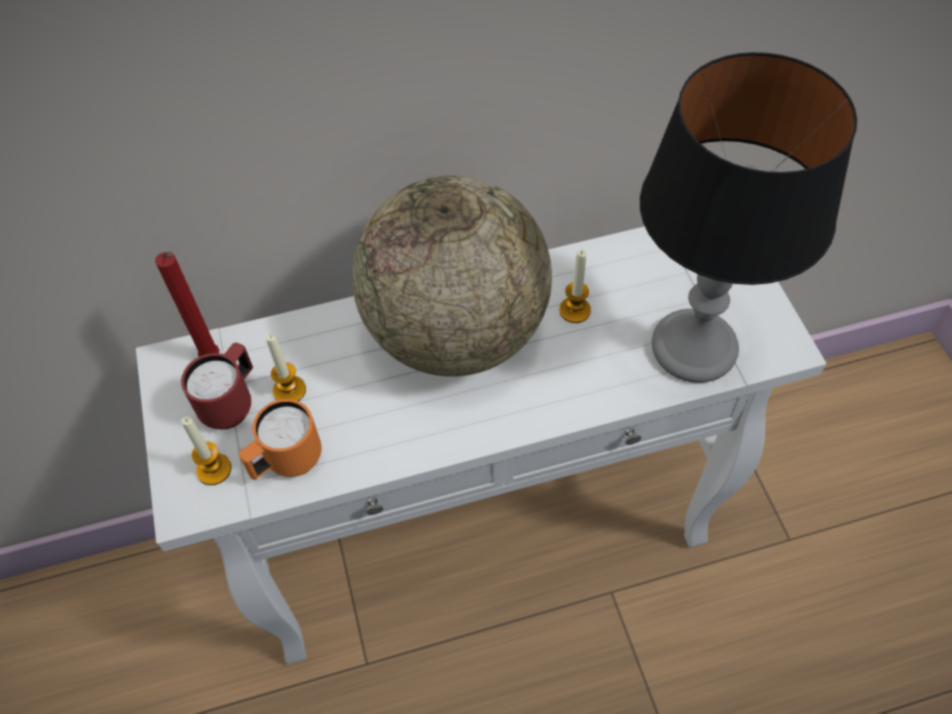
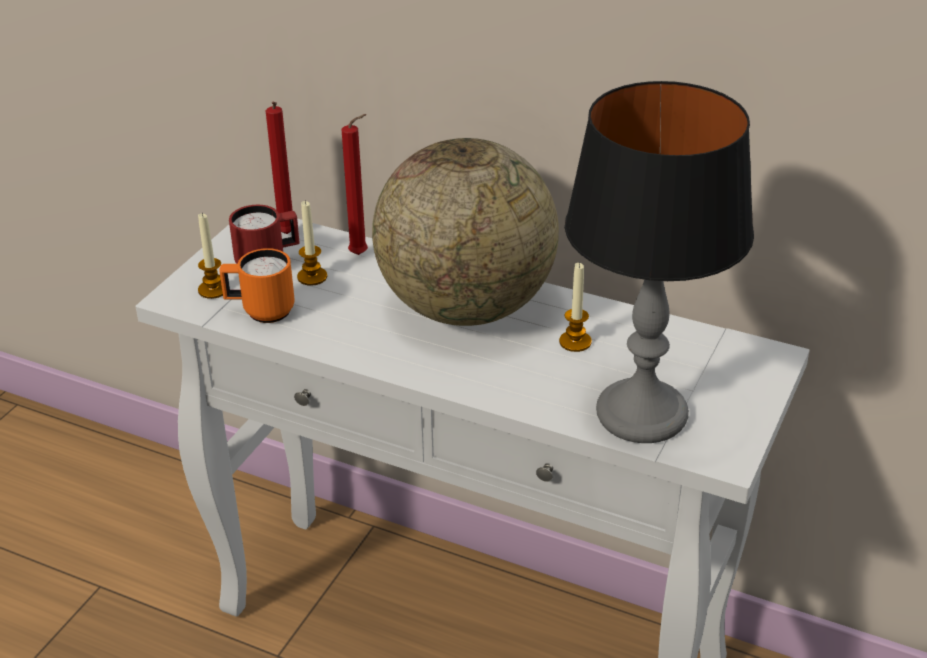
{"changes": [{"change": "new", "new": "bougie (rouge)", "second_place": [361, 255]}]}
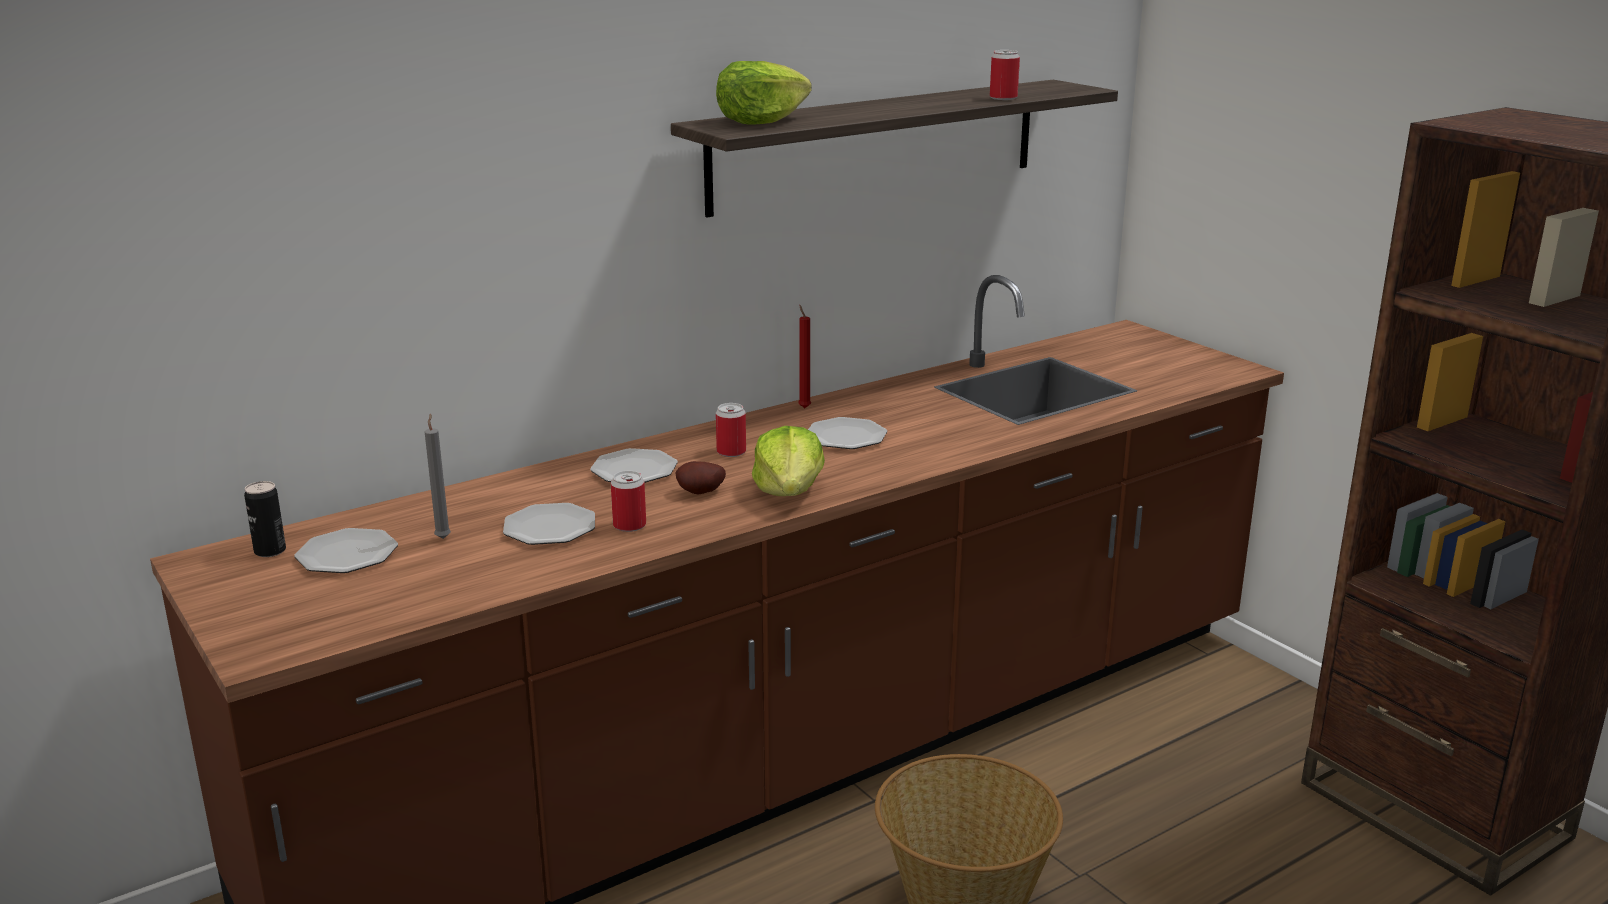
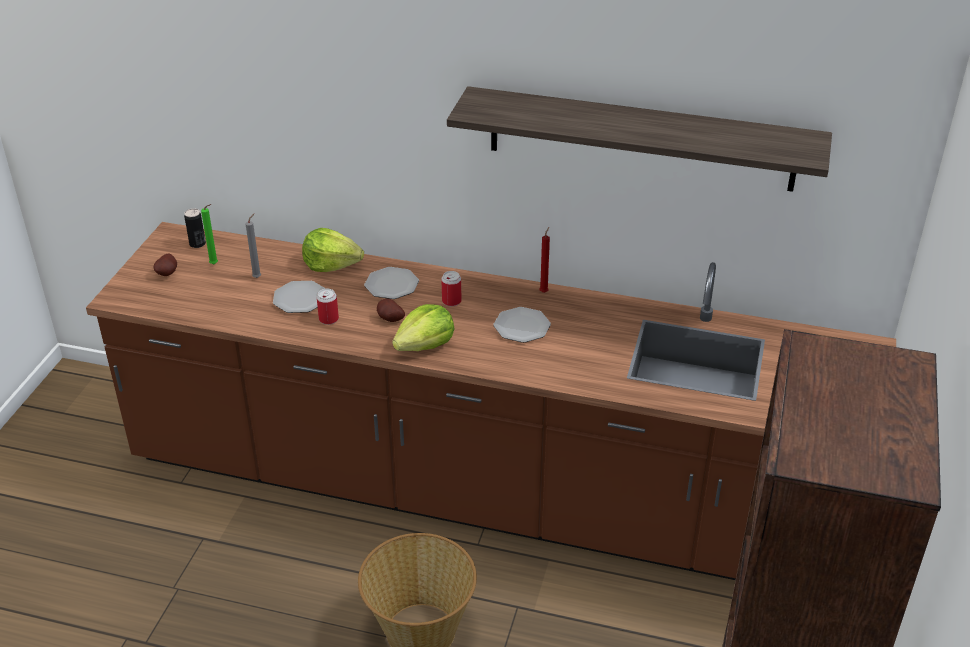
{"changes": [{"change": "new", "new": "pomme de terre", "second_place": [168, 273]}, {"change": "swapped", "old": "assiette", "new": "bougie (vert)", "first_place": [348, 555], "second_place": [215, 264]}, {"change": "shifted", "old": "laitue", "first_place": [760, 121], "second_place": [331, 264]}, {"change": "gone", "old": "boîte métallique", "first_place": [1003, 98]}]}
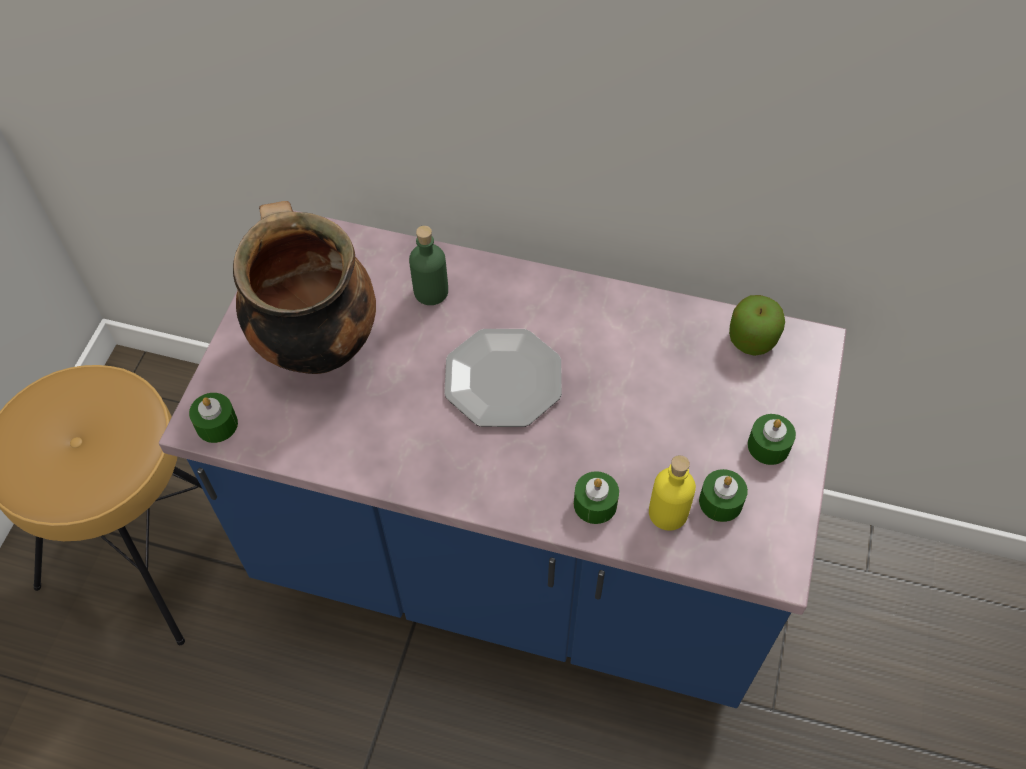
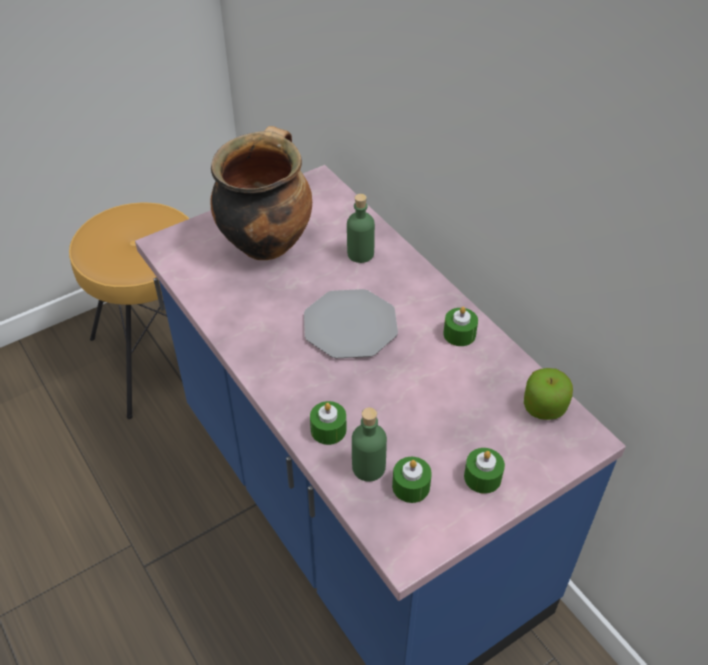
{"changes": [{"change": "repainted", "old": "bouteille (jaune)", "new": "bouteille (vert)", "first_place": [668, 513], "second_place": [368, 467]}, {"change": "shifted", "old": "bougie (vert)", "first_place": [217, 424], "second_place": [459, 334]}]}
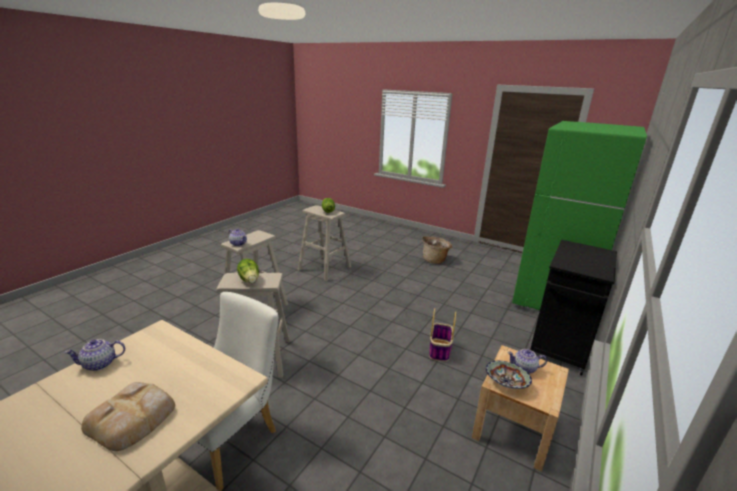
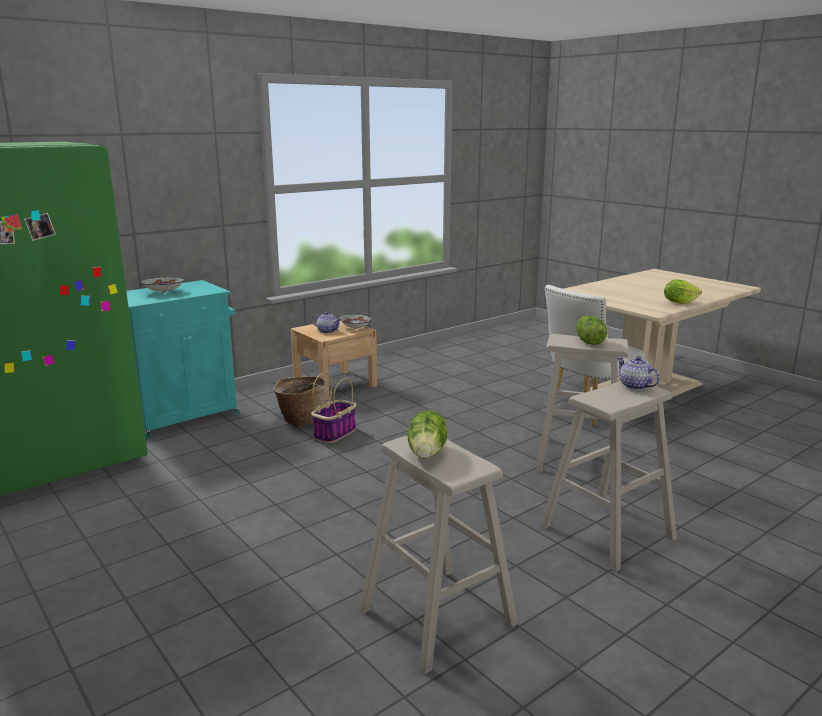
{"changes": [{"change": "repainted", "old": "meuble de rangement (noir)", "new": "meuble de rangement (turquoise)", "first_place": [559, 347], "second_place": [184, 416]}, {"change": "new", "new": "bol", "second_place": [164, 292]}, {"change": "shifted", "old": "panier", "first_place": [435, 260], "second_place": [301, 420]}, {"change": "swapped", "old": "théière", "new": "laitue", "first_place": [100, 364], "second_place": [679, 302]}, {"change": "gone", "old": "pain", "first_place": [133, 418]}]}
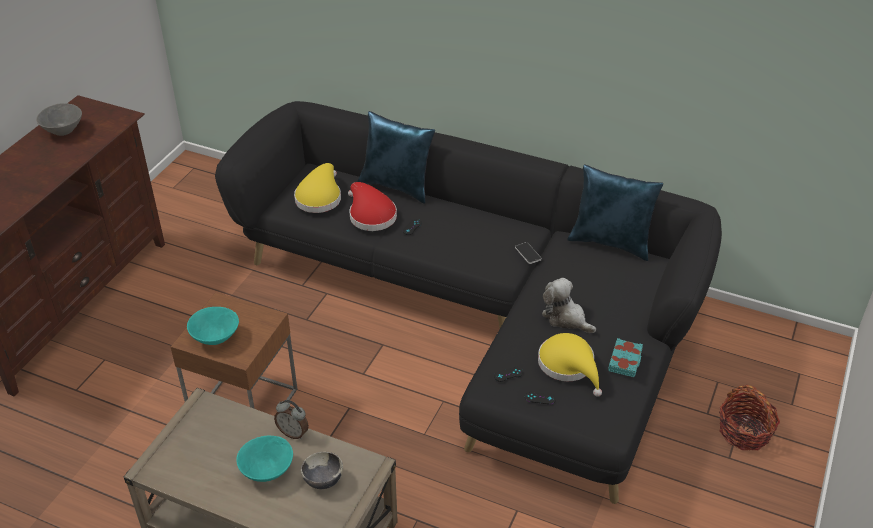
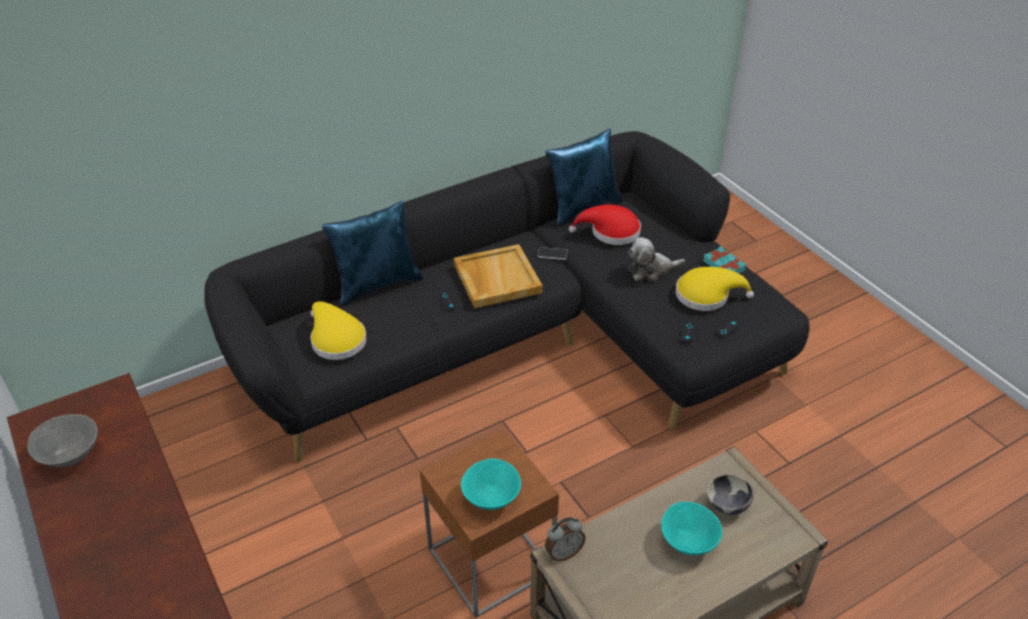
{"changes": [{"change": "new", "new": "plateau (beige)", "second_place": [496, 278]}, {"change": "shifted", "old": "réveil", "first_place": [293, 432], "second_place": [563, 552]}, {"change": "shifted", "old": "chapeau (rouge)", "first_place": [370, 215], "second_place": [611, 232]}, {"change": "gone", "old": "panier", "first_place": [744, 432]}]}
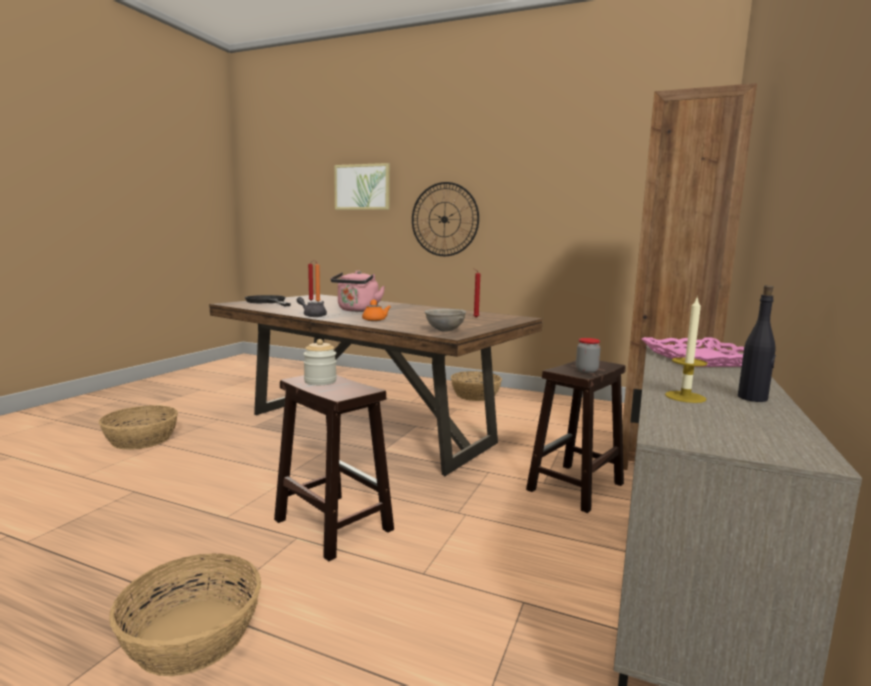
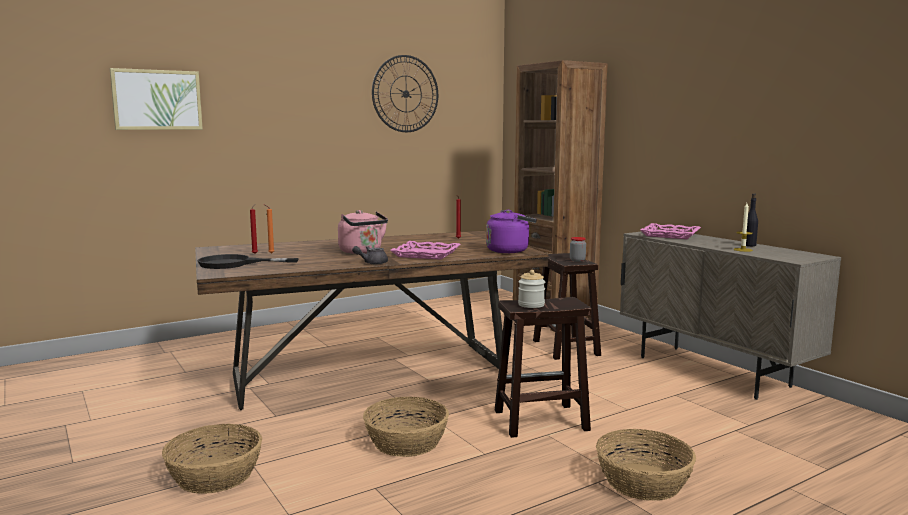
{"changes": [{"change": "shifted", "old": "panier", "first_place": [475, 395], "second_place": [406, 442]}, {"change": "shifted", "old": "horloge murale", "first_place": [444, 219], "second_place": [405, 94]}, {"change": "swapped", "old": "théière (orange)", "new": "plateau (rose)", "first_place": [374, 319], "second_place": [425, 254]}, {"change": "swapped", "old": "bol (gris)", "new": "bouilloire (violet)", "first_place": [444, 331], "second_place": [510, 250]}]}
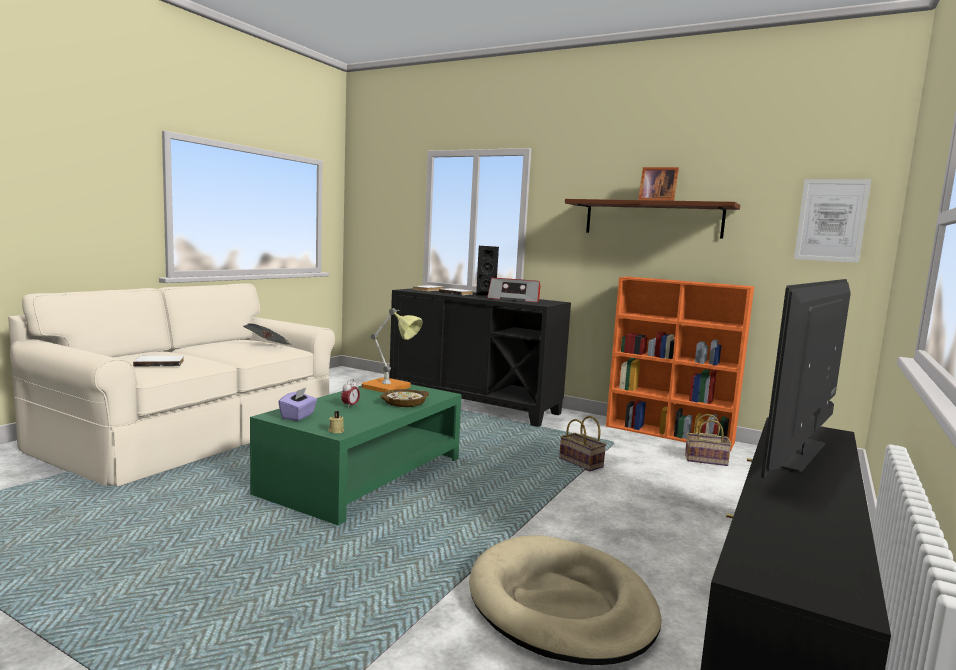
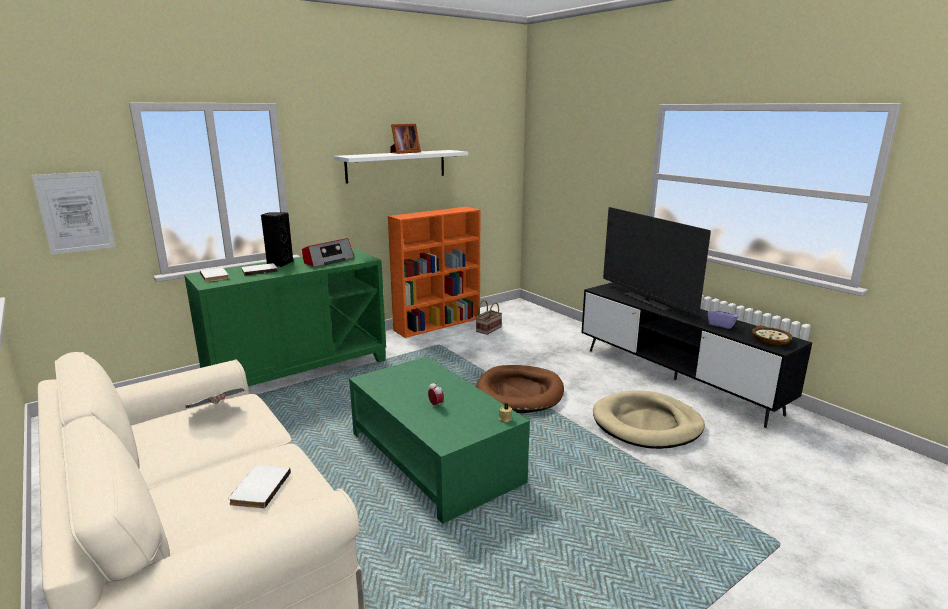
{"changes": [{"change": "shifted", "old": "tableau", "first_place": [831, 220], "second_place": [75, 212]}, {"change": "repainted", "old": "meuble de rangement (noir)", "new": "meuble de rangement (vert)", "first_place": [474, 404], "second_place": [298, 372]}, {"change": "repainted", "old": "étagère (marron)", "new": "étagère (blanc)", "first_place": [652, 219], "second_place": [396, 166]}, {"change": "new", "new": "panier pour chien (marron)", "second_place": [520, 392]}, {"change": "shifted", "old": "boîte à mouchoirs (violet)", "first_place": [298, 416], "second_place": [721, 325]}, {"change": "shifted", "old": "bol", "first_place": [405, 402], "second_place": [771, 340]}, {"change": "gone", "old": "lampe de table", "first_place": [391, 388]}, {"change": "gone", "old": "panier", "first_place": [582, 463]}]}
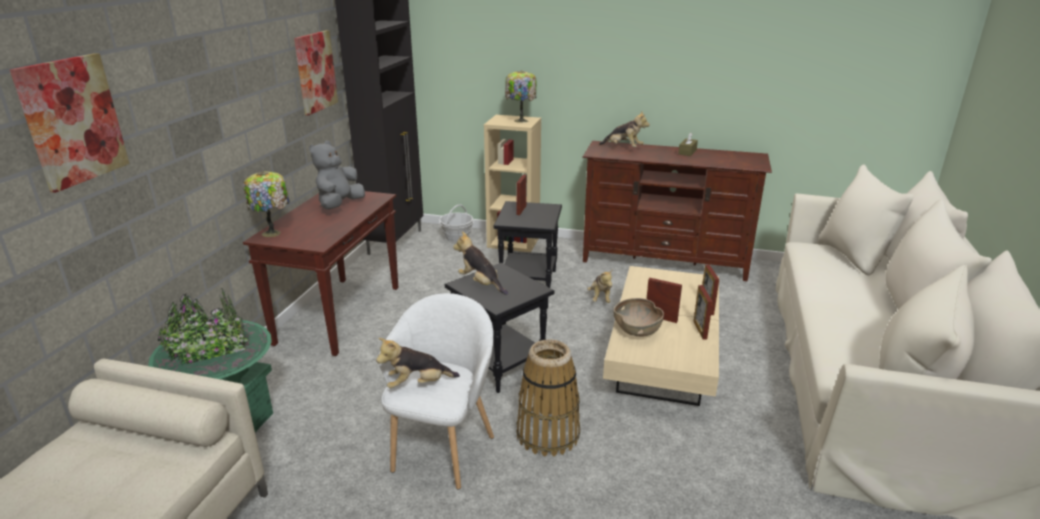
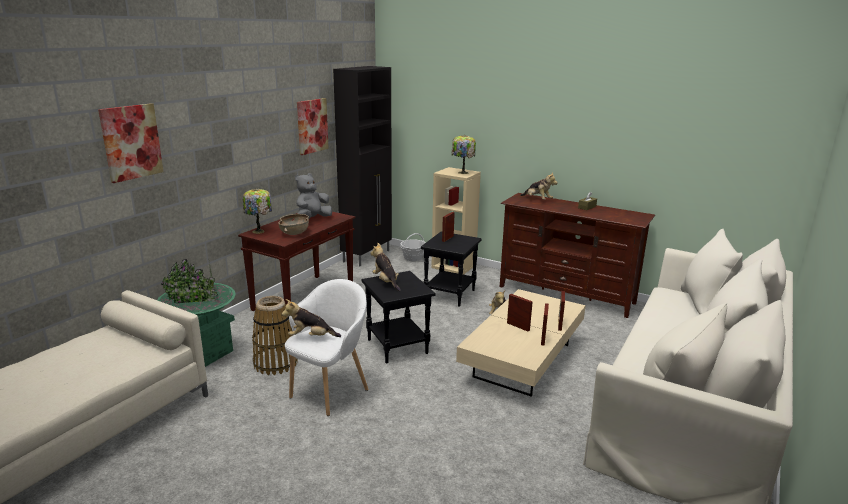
{"changes": [{"change": "shifted", "old": "panier", "first_place": [548, 434], "second_place": [276, 363]}, {"change": "shifted", "old": "bol (marron)", "first_place": [637, 330], "second_place": [295, 233]}]}
